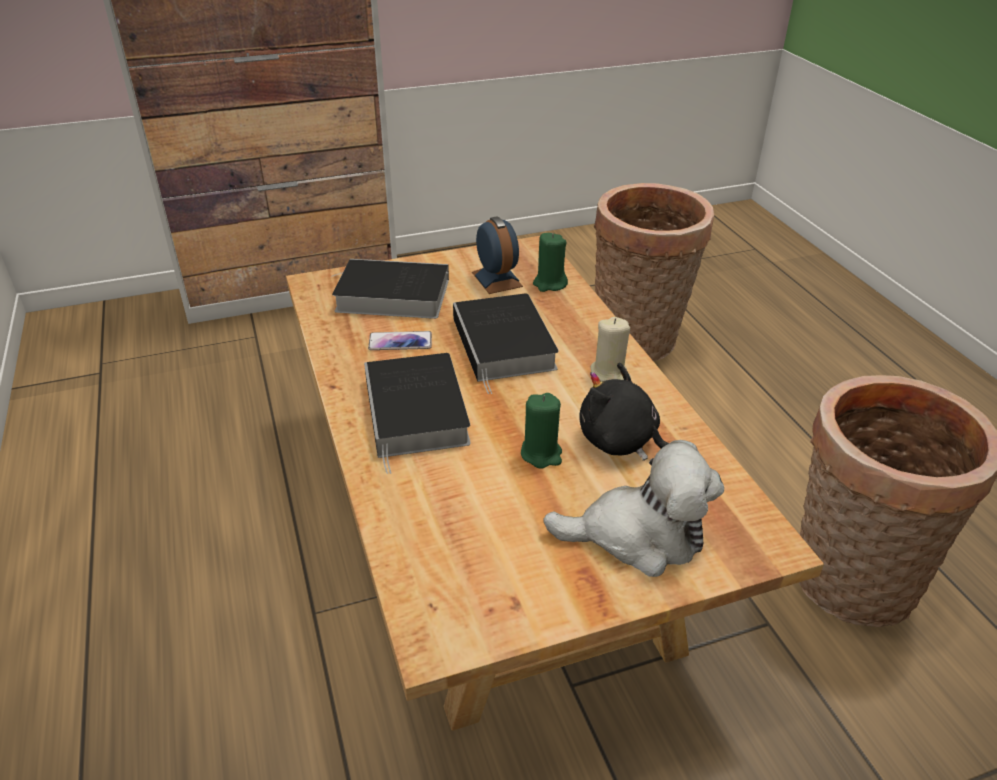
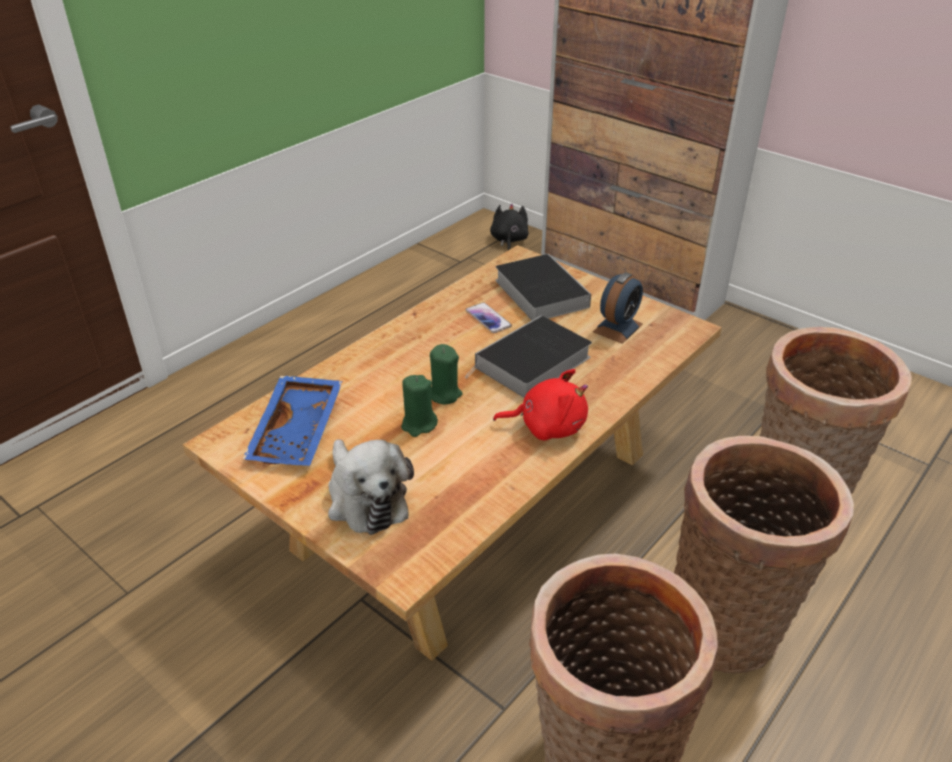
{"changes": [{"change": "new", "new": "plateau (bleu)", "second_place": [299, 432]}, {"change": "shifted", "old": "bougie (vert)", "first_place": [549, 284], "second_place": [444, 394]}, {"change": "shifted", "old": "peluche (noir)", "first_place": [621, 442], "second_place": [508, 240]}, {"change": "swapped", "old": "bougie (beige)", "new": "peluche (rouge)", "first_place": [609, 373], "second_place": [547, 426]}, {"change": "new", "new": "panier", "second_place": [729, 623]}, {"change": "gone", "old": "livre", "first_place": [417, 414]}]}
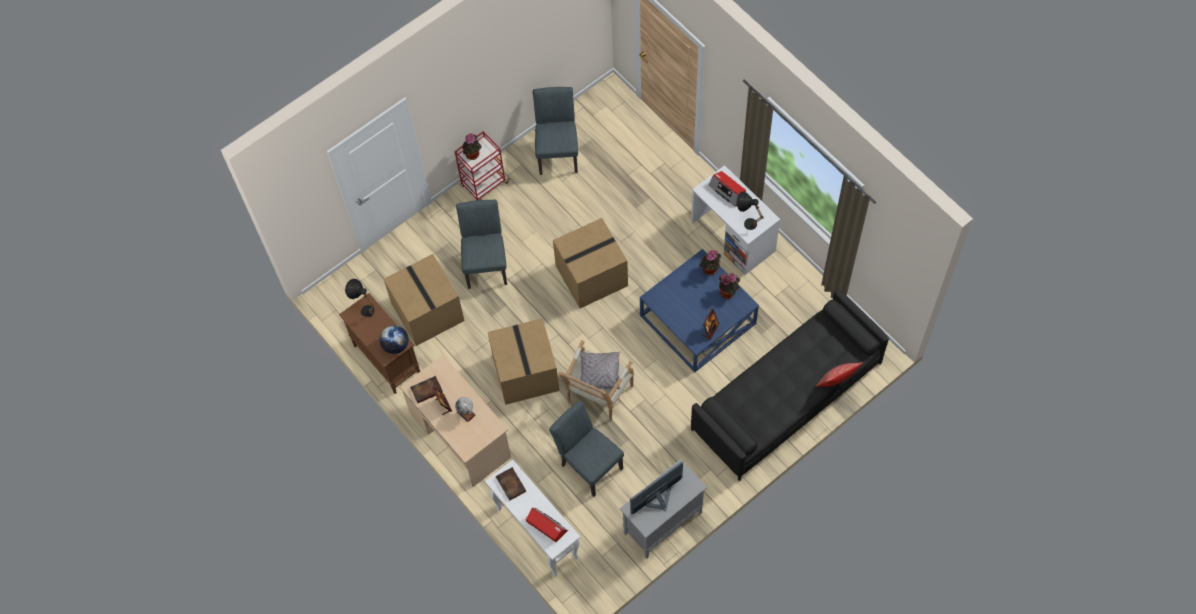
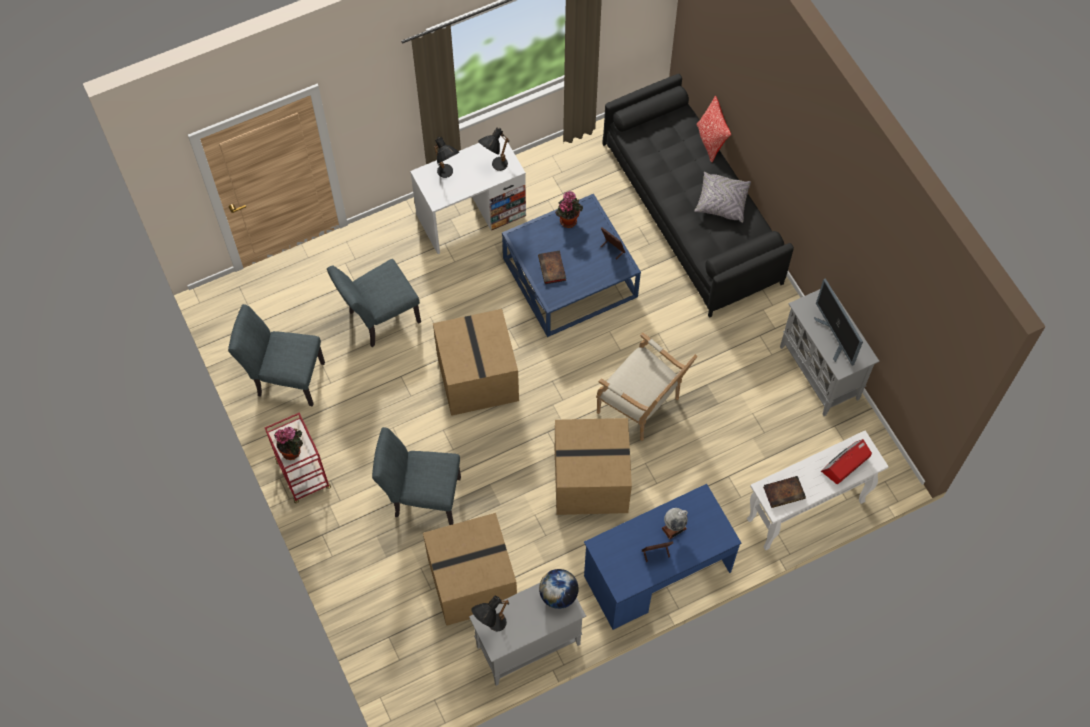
{"changes": [{"change": "shifted", "old": "chaise (gris)", "first_place": [588, 464], "second_place": [379, 319]}, {"change": "swapped", "old": "radio", "new": "lampe de table (noir)", "first_place": [727, 191], "second_place": [447, 176]}, {"change": "repainted", "old": "meuble de rangement (marron)", "new": "meuble de rangement (gris)", "first_place": [386, 359], "second_place": [527, 646]}, {"change": "shifted", "old": "livre", "first_place": [426, 391], "second_place": [552, 269]}, {"change": "repainted", "old": "bureau (beige)", "new": "bureau (bleu)", "first_place": [460, 435], "second_place": [657, 574]}, {"change": "shifted", "old": "coussin (gris)", "first_place": [599, 373], "second_place": [722, 202]}, {"change": "gone", "old": "plante en pot", "first_place": [710, 270]}]}
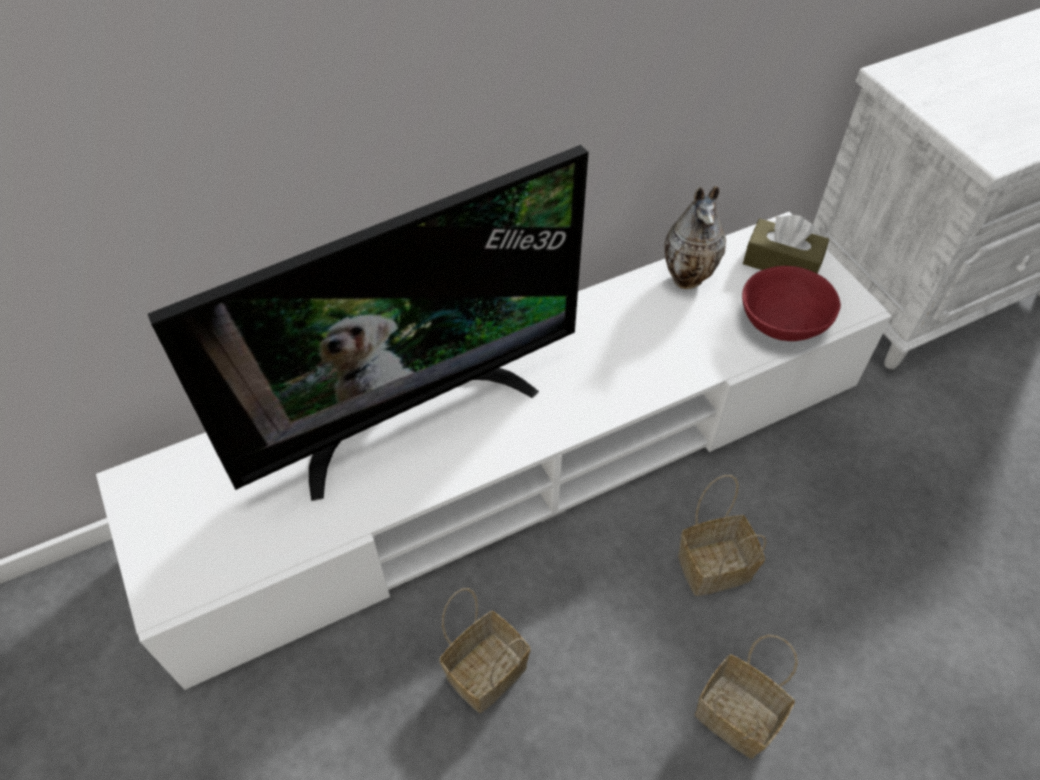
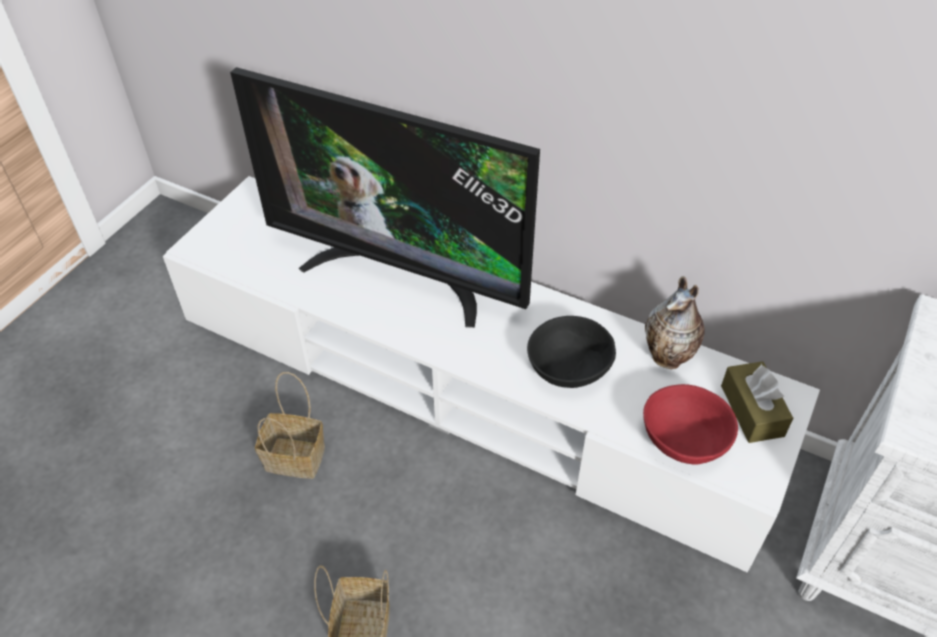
{"changes": [{"change": "new", "new": "bol (noir)", "second_place": [570, 369]}, {"change": "gone", "old": "panier", "first_place": [715, 565]}]}
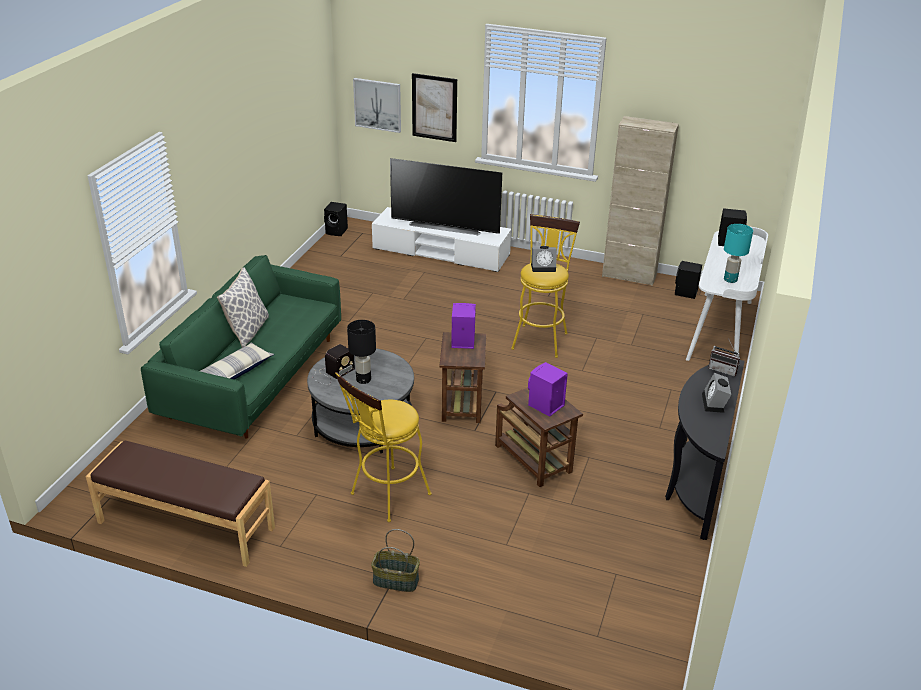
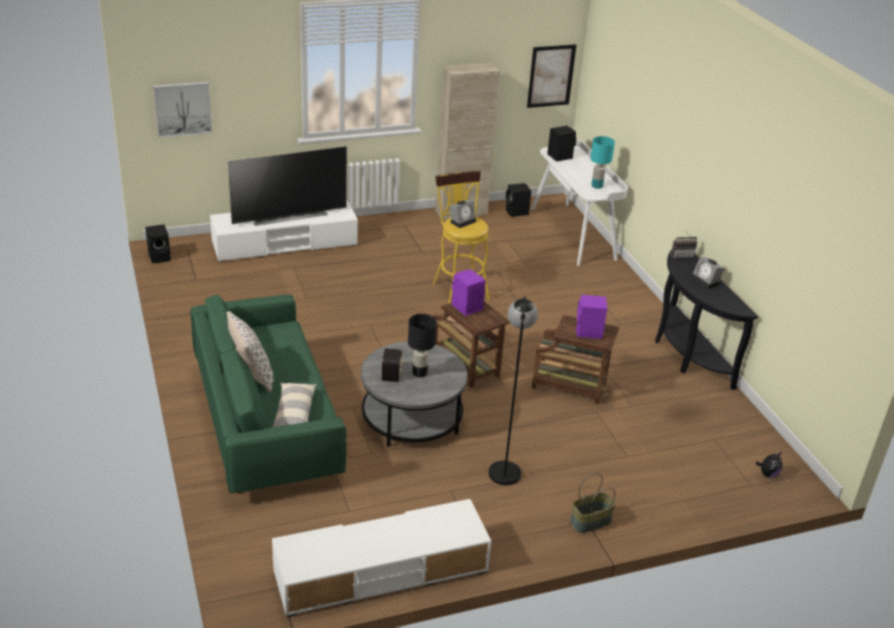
{"changes": [{"change": "swapped", "old": "banc (marron)", "new": "meuble télé (blanc)", "first_place": [185, 526], "second_place": [381, 571]}, {"change": "swapped", "old": "tabouret (jaune)", "new": "lampadaire (noir)", "first_place": [386, 497], "second_place": [505, 466]}, {"change": "shifted", "old": "tableau", "first_place": [434, 107], "second_place": [551, 76]}, {"change": "new", "new": "peluche", "second_place": [768, 474]}]}
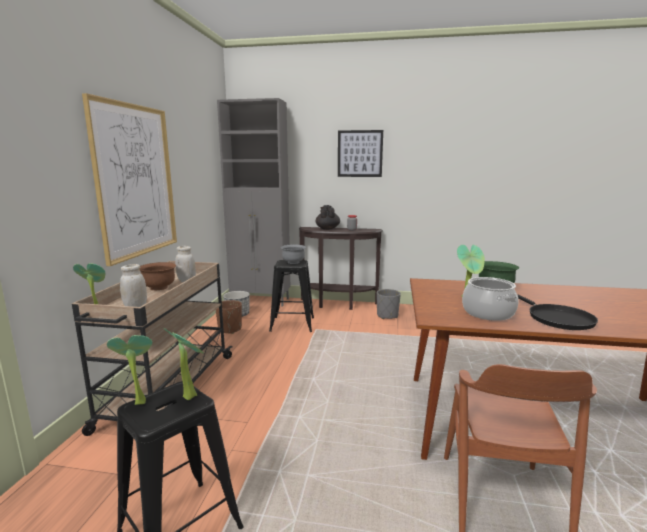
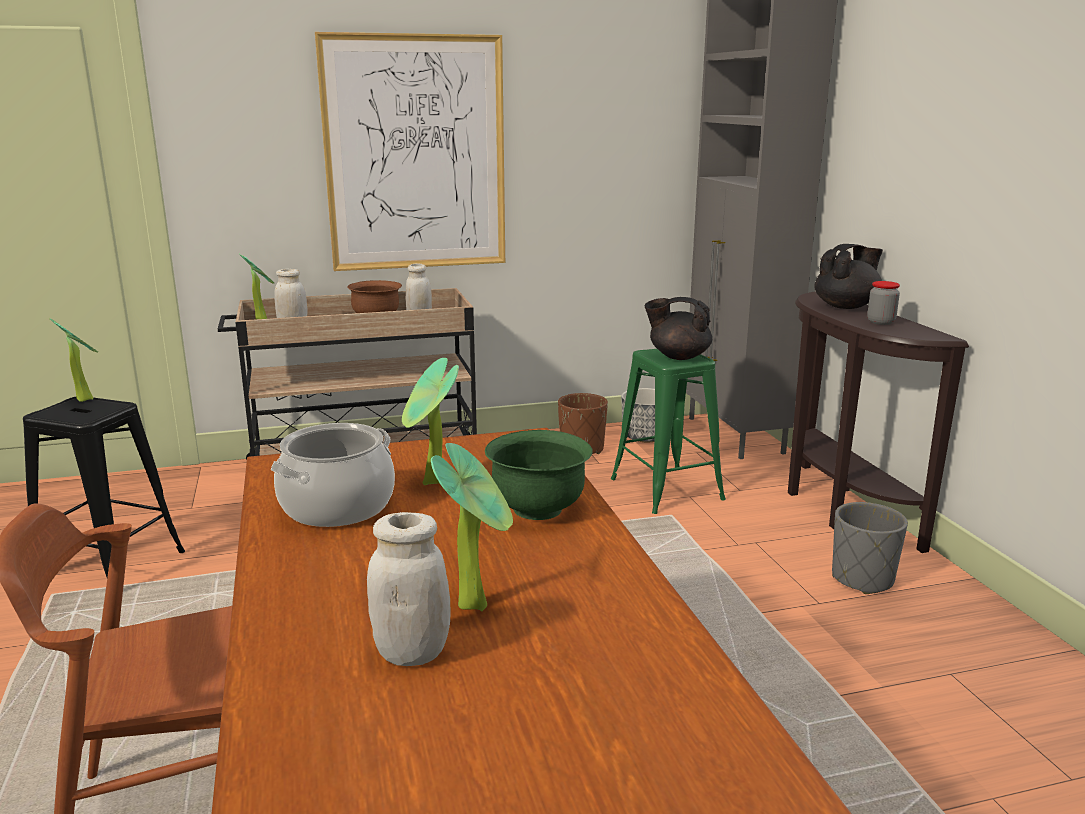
{"changes": [{"change": "new", "new": "bocal (blanc)", "second_place": [412, 653]}, {"change": "shifted", "old": "plante en pot", "first_place": [190, 395], "second_place": [477, 603]}, {"change": "repainted", "old": "tabouret (noir)", "new": "tabouret (vert)", "first_place": [292, 324], "second_place": [667, 489]}, {"change": "swapped", "old": "bol (gris)", "new": "théière (noir)", "first_place": [293, 262], "second_place": [678, 356]}, {"change": "gone", "old": "tableau", "first_place": [360, 153]}, {"change": "gone", "old": "poêle (noir)", "first_place": [556, 319]}]}
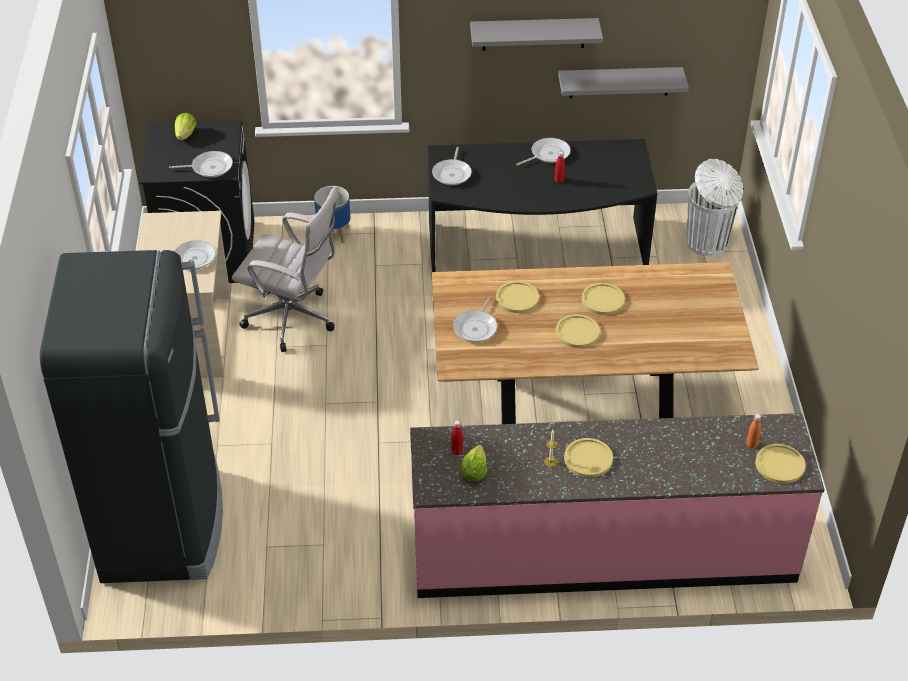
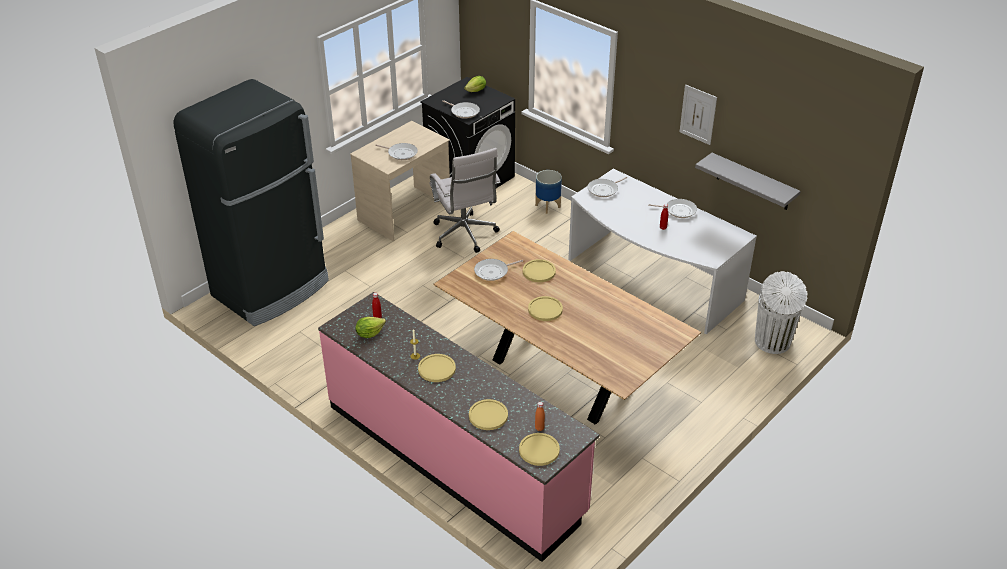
{"changes": [{"change": "shifted", "old": "assiette (jaune)", "first_place": [603, 300], "second_place": [488, 415]}, {"change": "repainted", "old": "bureau (noir)", "new": "bureau (blanc)", "first_place": [537, 252], "second_place": [651, 282]}, {"change": "swapped", "old": "étagère (gris)", "new": "tableau", "first_place": [533, 34], "second_place": [698, 114]}]}
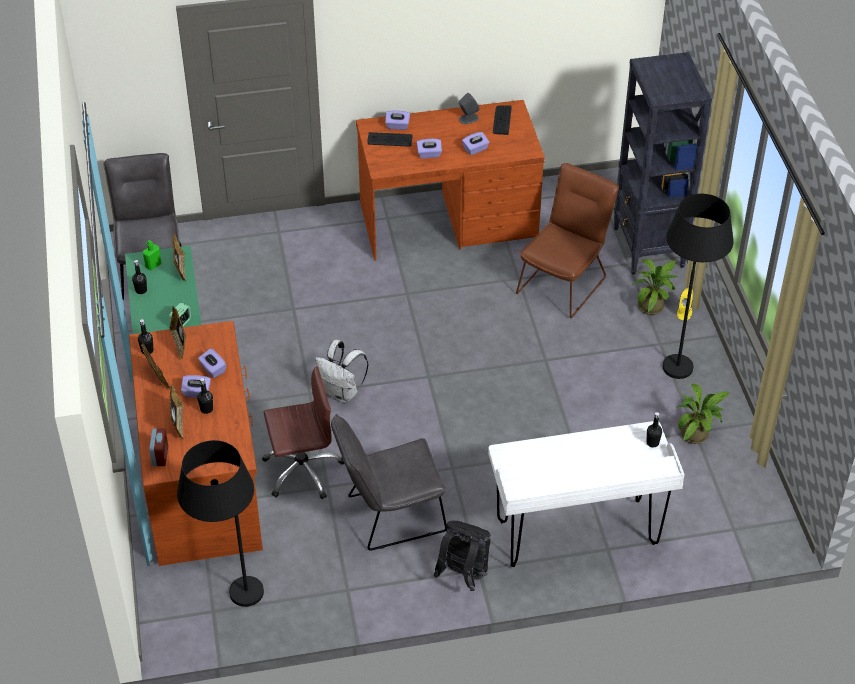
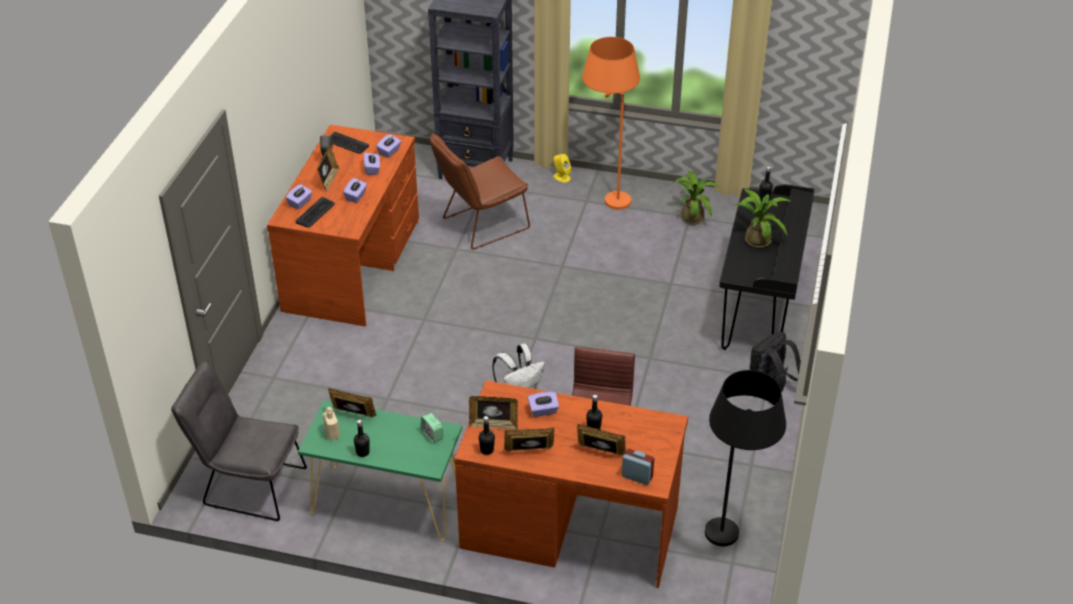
{"changes": [{"change": "new", "new": "cadre photo", "second_place": [329, 180]}, {"change": "repainted", "old": "bouteille (vert)", "new": "bouteille (beige)", "first_place": [153, 265], "second_place": [332, 434]}, {"change": "shifted", "old": "boîte à mouchoirs (violet)", "first_place": [196, 393], "second_place": [389, 152]}, {"change": "rotated", "old": "chaise (marron)", "first_place": [564, 282], "second_place": [480, 225], "degrees": -90}, {"change": "repainted", "old": "lampadaire (noir)", "new": "lampadaire (orange)", "first_place": [680, 355], "second_place": [606, 195]}, {"change": "repainted", "old": "bureau (blanc)", "new": "bureau (noir)", "first_place": [577, 534], "second_place": [758, 312]}, {"change": "shifted", "old": "plante en pot", "first_place": [653, 305], "second_place": [757, 238]}, {"change": "gone", "old": "chaise (gris)", "first_place": [389, 515]}]}
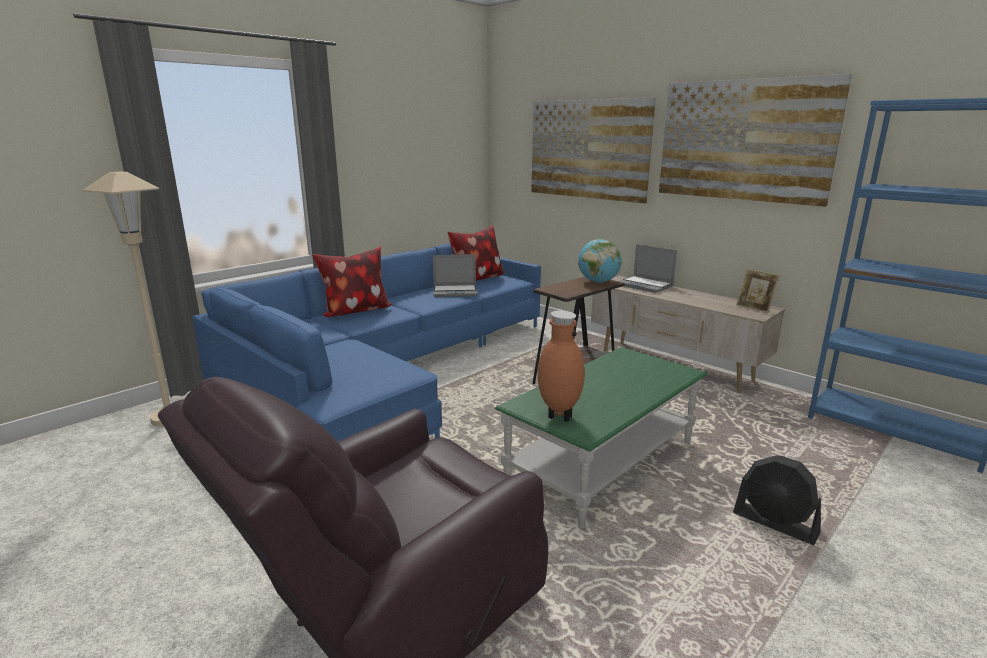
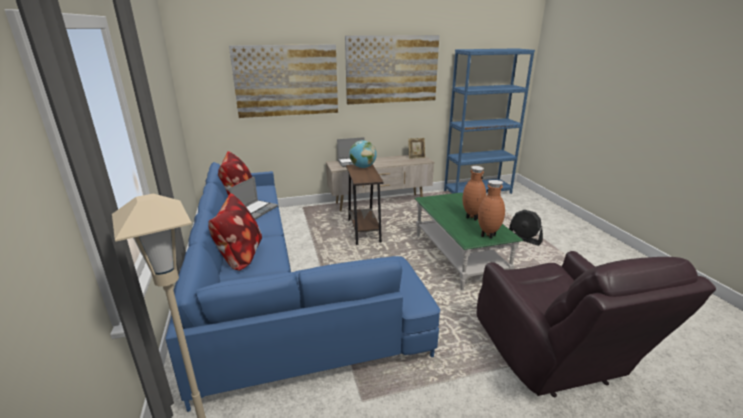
{"changes": [{"change": "new", "new": "vase (marron)", "second_place": [471, 218]}, {"change": "rotated", "old": "ventilateur (noir)", "first_place": [775, 524], "second_place": [524, 239], "degrees": 60}]}
